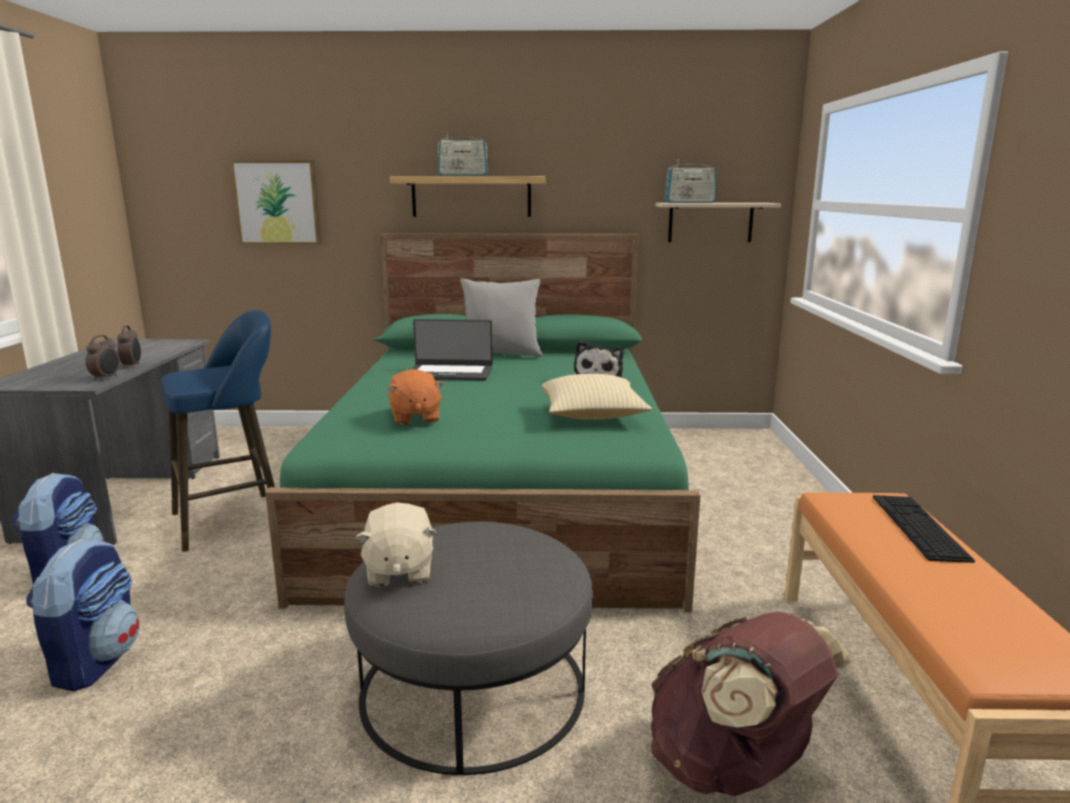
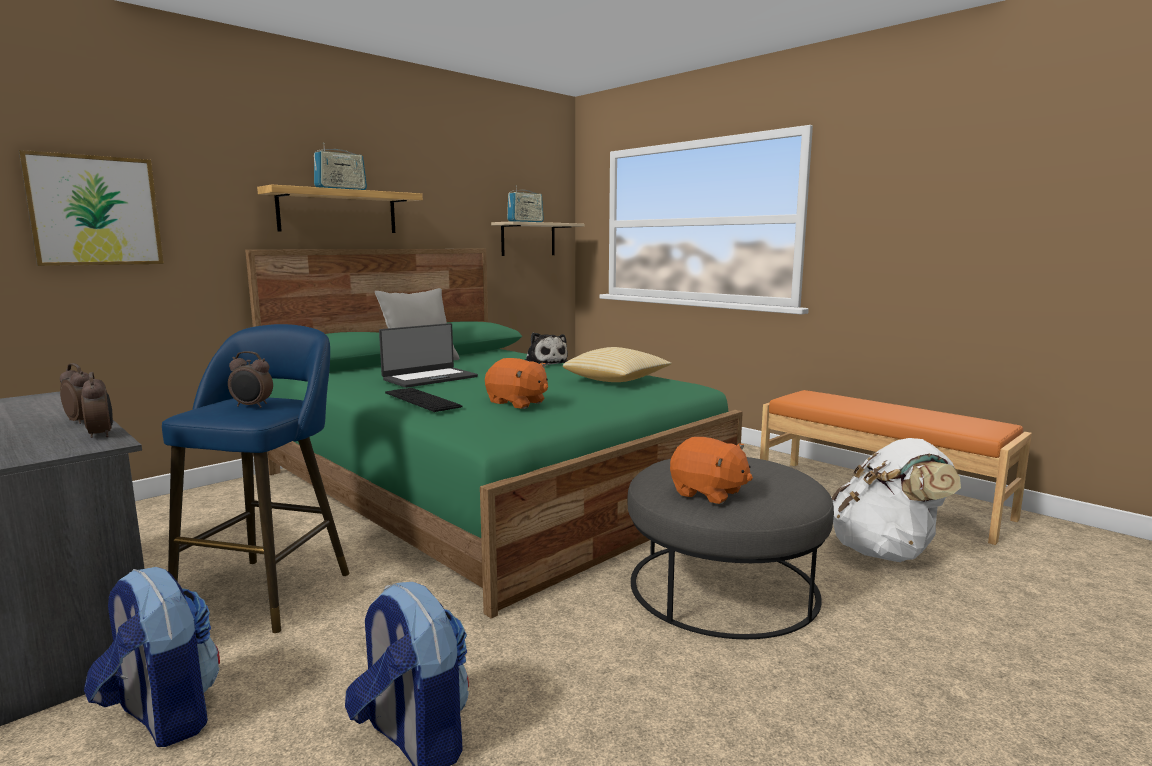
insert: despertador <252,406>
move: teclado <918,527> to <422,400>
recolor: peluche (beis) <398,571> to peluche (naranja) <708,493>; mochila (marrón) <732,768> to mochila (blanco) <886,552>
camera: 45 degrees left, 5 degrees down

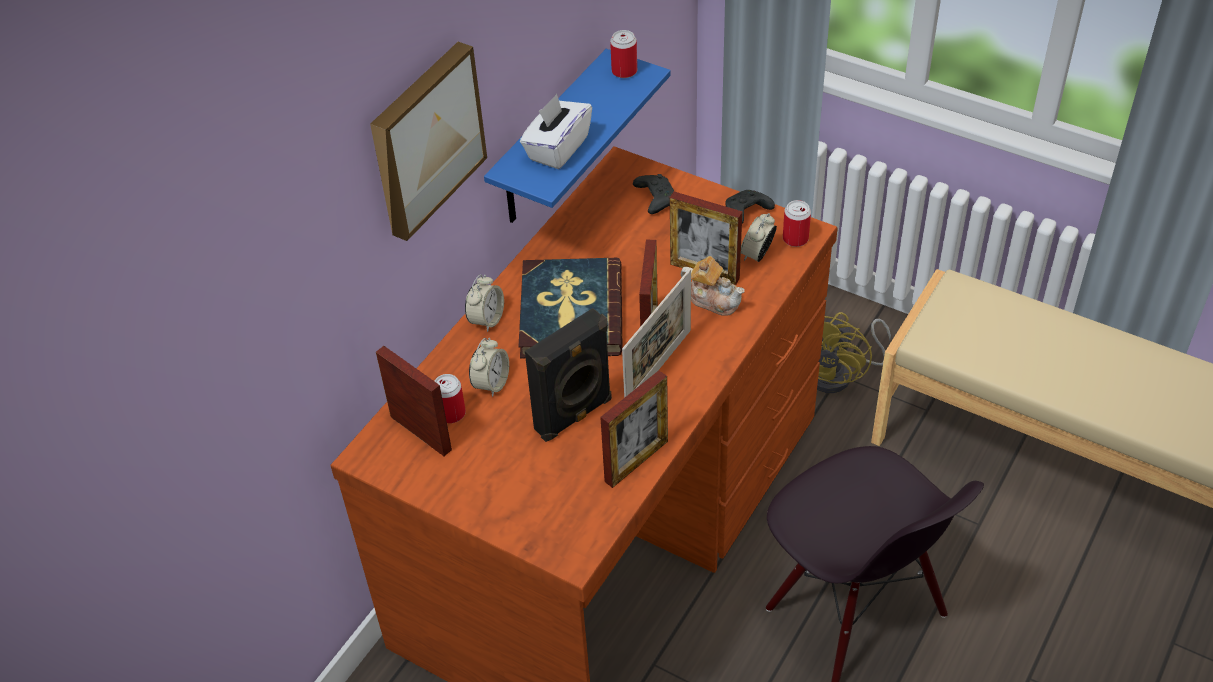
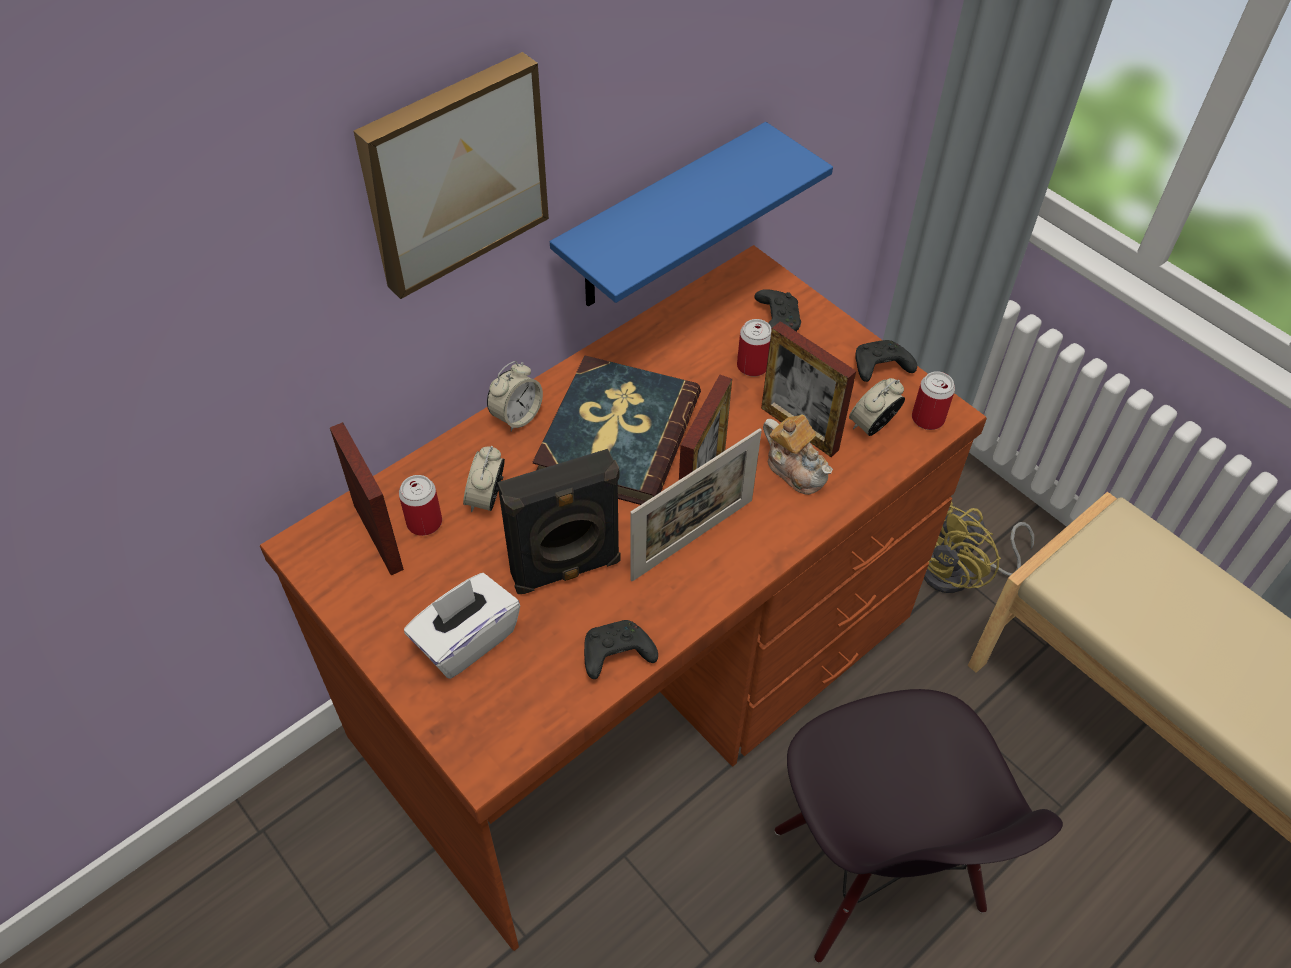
move: caja de pañuelos (blanco) <557,148> to <466,640>; lata <624,71> to <752,366>
replace: portarretratos <636,461> to mando de consola (negro) <615,655>
rotate: despertador <491,384> = <486,498> 150 degrees clockwise
camera: 15 degrees right, 5 degrees up

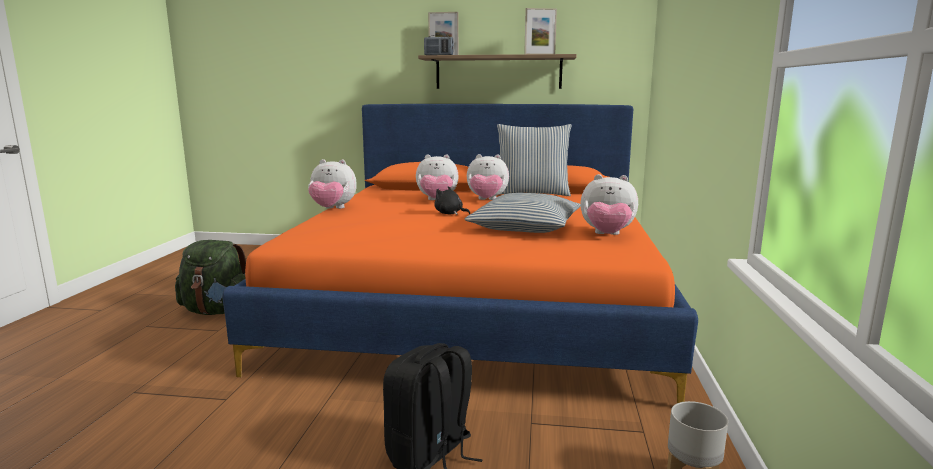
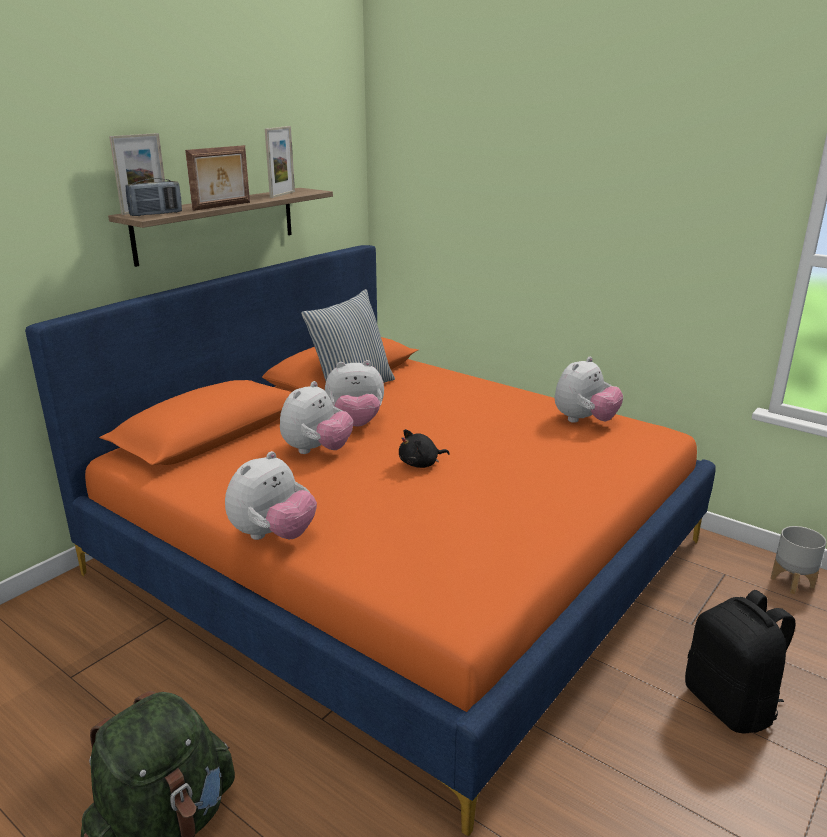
delete: cojín <525,227>
insert: portarretratos <222,206>
rotate: peluche <487,200> = <356,423> 45 degrees clockwise
camera: 60 degrees left, 10 degrees up

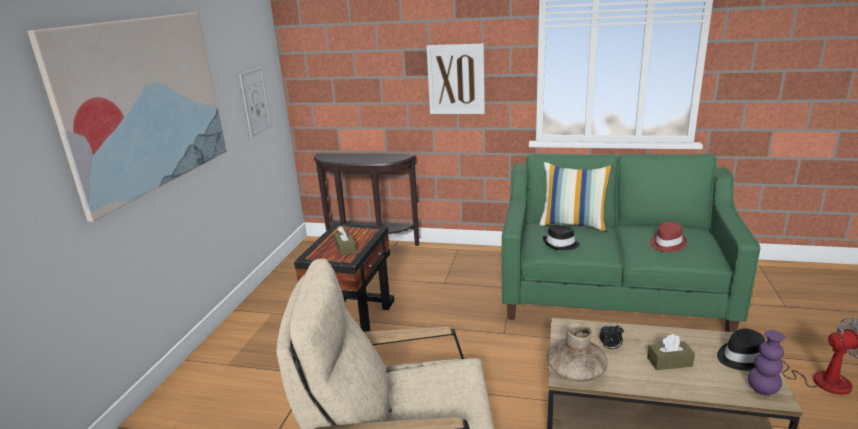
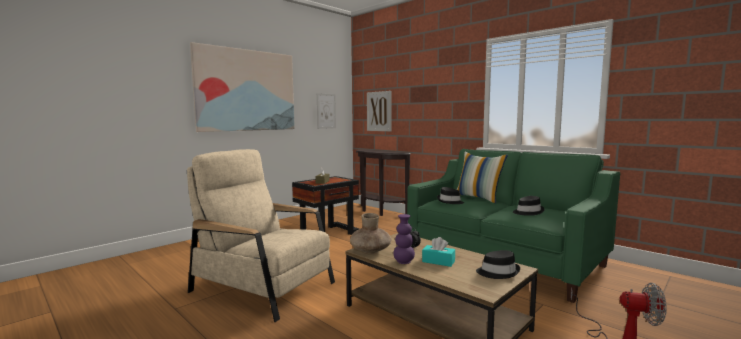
move: cuadro <456,79> to <379,111>; florero (morado) <762,390> to <404,262>
recolor: caja de pañuelos (marrón) <669,362> to caja de pañuelos (turquesa) <438,261>; sombrero (rojo) <667,244> to sombrero (negro) <527,212>
camera: 30 degrees right, 15 degrees down

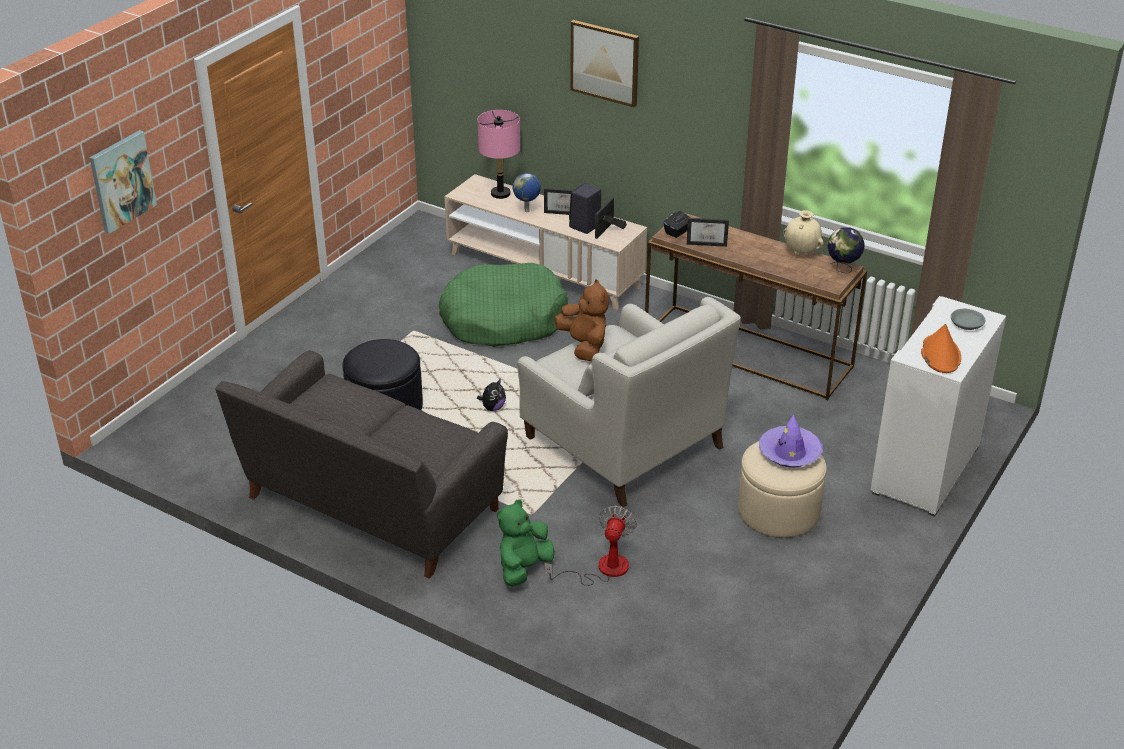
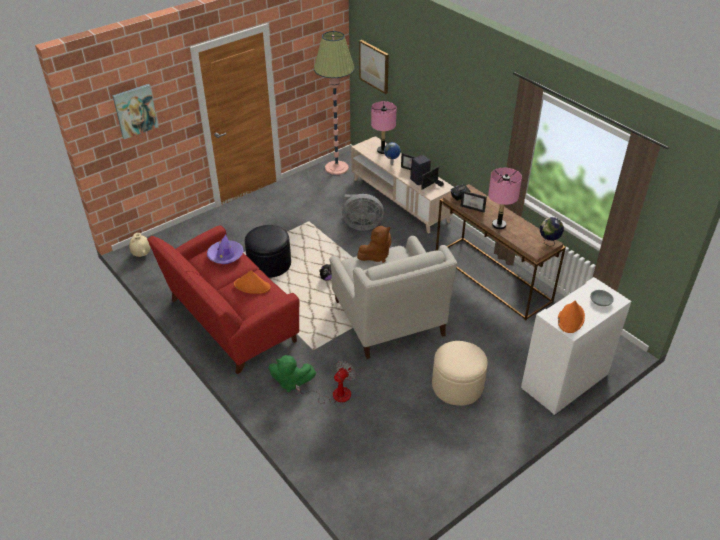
insert: sombrero (naranja) <252,286>; lámpara de pie <336,168>; lámpara de mesa (rosa) <498,225>
move: cuadro <605,62> to <374,66>; sombrero (morado) <790,453> to <225,255>; florero (beis) <801,252> to <142,255>
replace: cama para perro (verde) <503,319> to ventilador (gris) <361,225>
recolor: sofá (gris) <370,505> to sofá (rojo) <230,321>
rotate: peluche (verde) <523,568> = <291,382> 135 degrees counterclockwise; peluche (marrón) <584,346> = <376,256> 60 degrees clockwise
camera: 20 degrees right, 5 degrees up

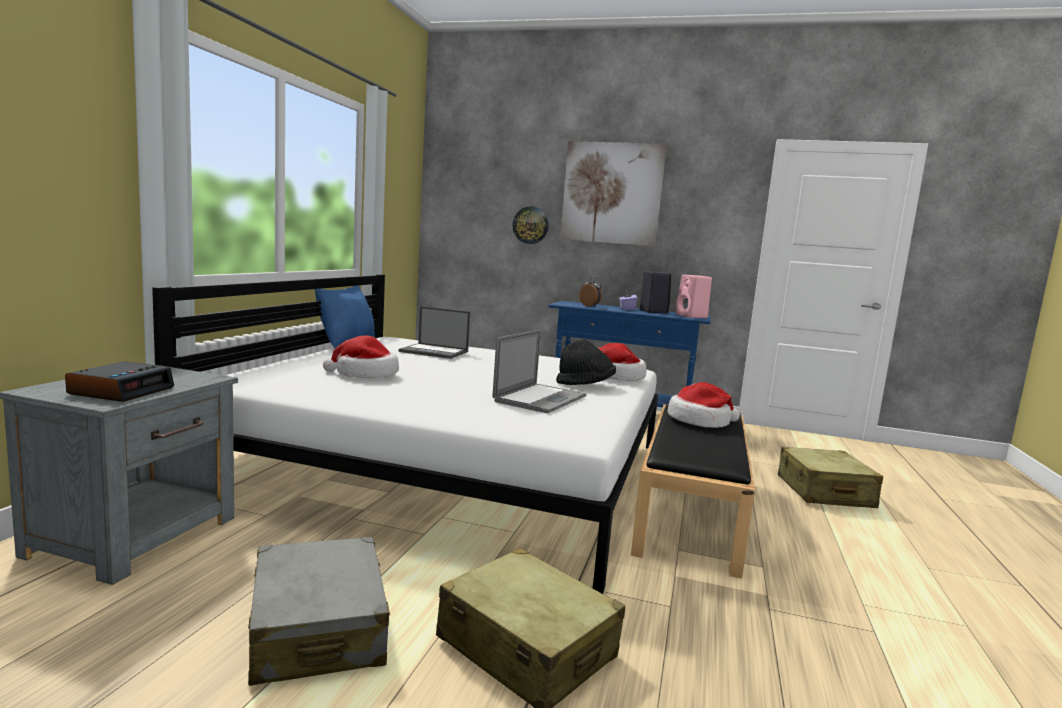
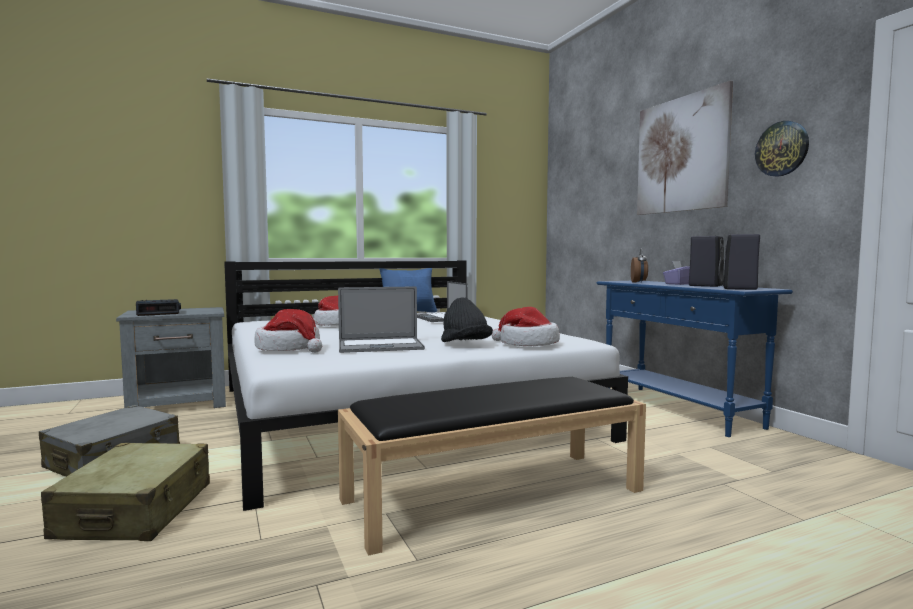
delete: maleta (beis) <824,492>
move: reloj de pared <530,225> to <782,149>; sombrero <700,421> to <290,348>
recolor: altavoz (rosa) <692,316> to altavoz (negro) <740,288>
camera: 50 degrees right, 5 degrees down

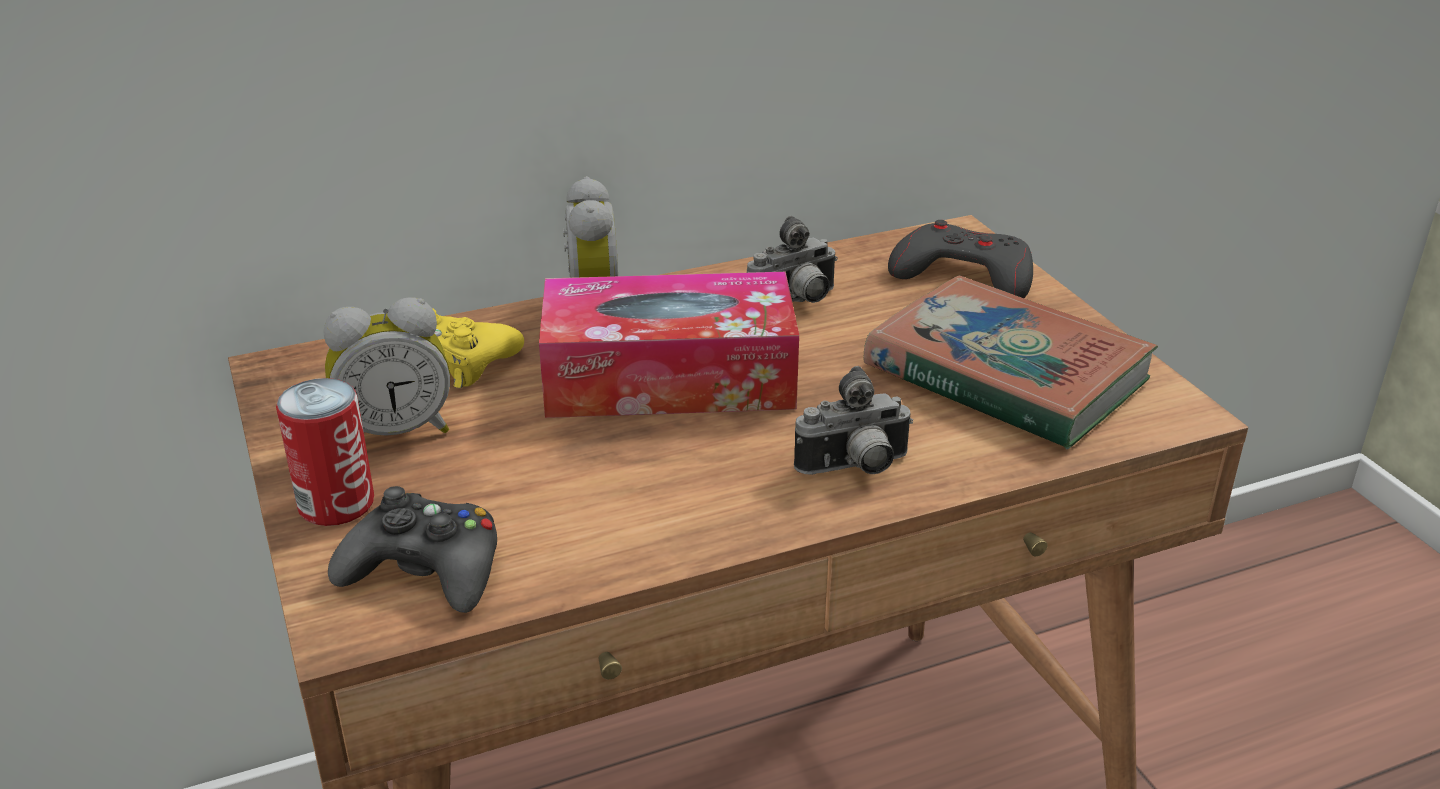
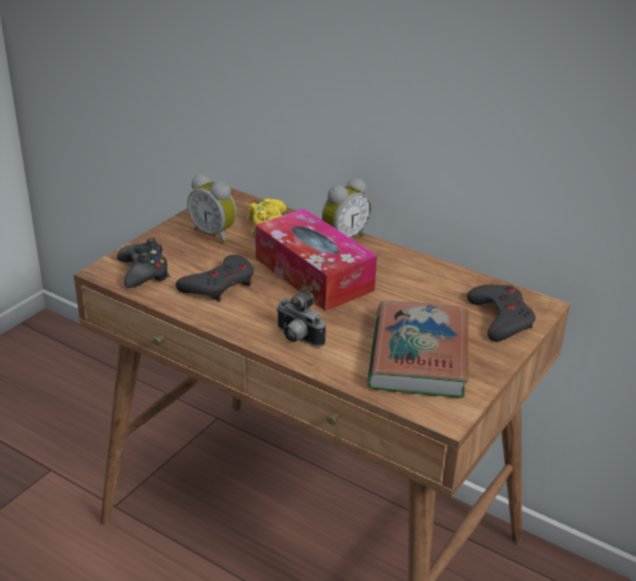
delete: lata <336,504>; cámara <796,303>
insert: mando de consola (gris) <219,285>
camera: 55 degrees right, 0 degrees up

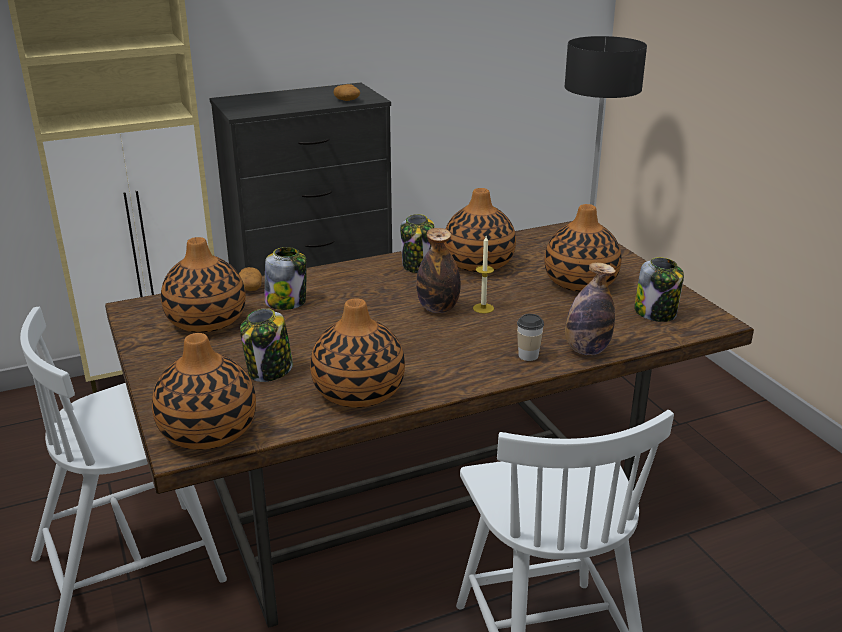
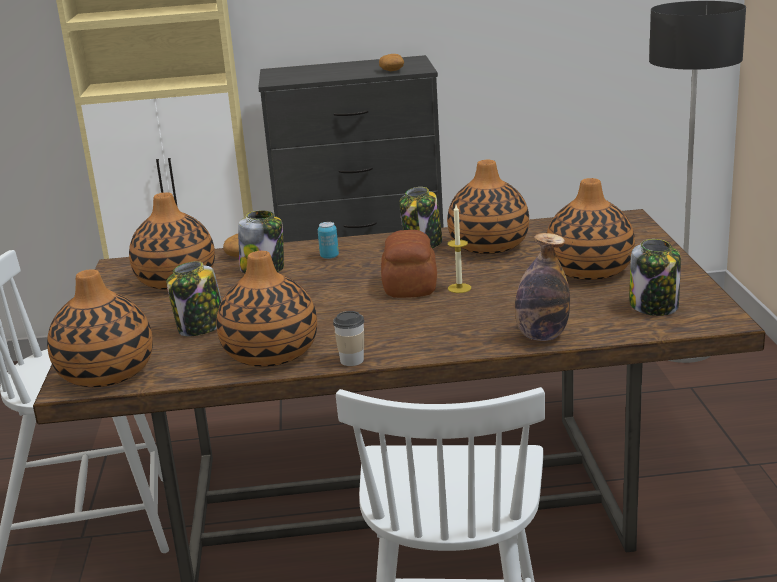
insert: lata <329,257>
move: taza <528,355> to <352,360>
replace: botella <438,308> to pan <411,285>
camera: 20 degrees right, 5 degrees down

